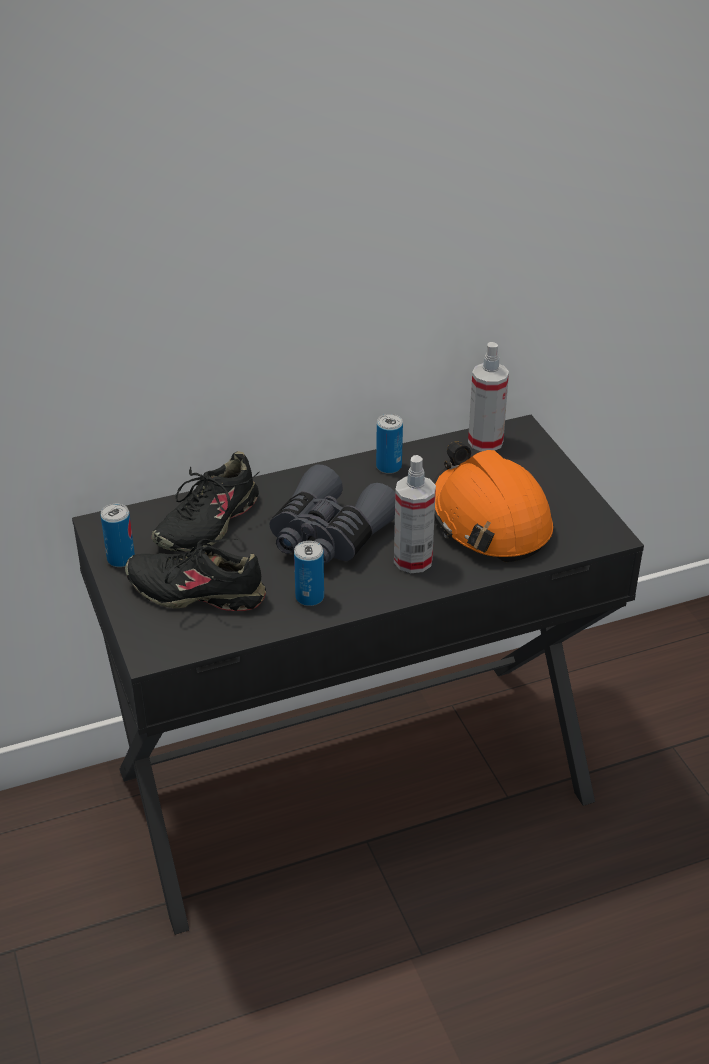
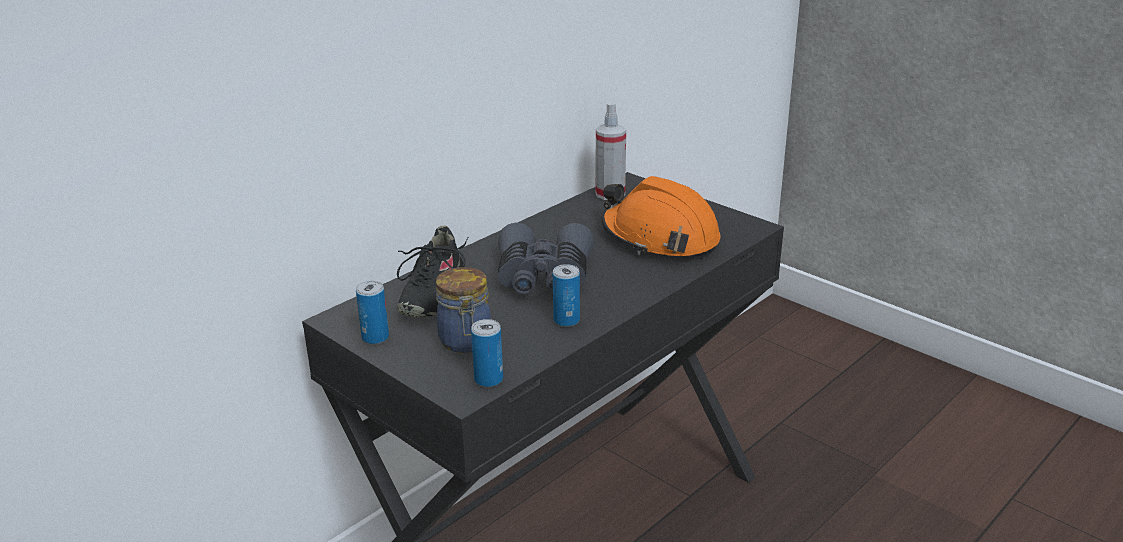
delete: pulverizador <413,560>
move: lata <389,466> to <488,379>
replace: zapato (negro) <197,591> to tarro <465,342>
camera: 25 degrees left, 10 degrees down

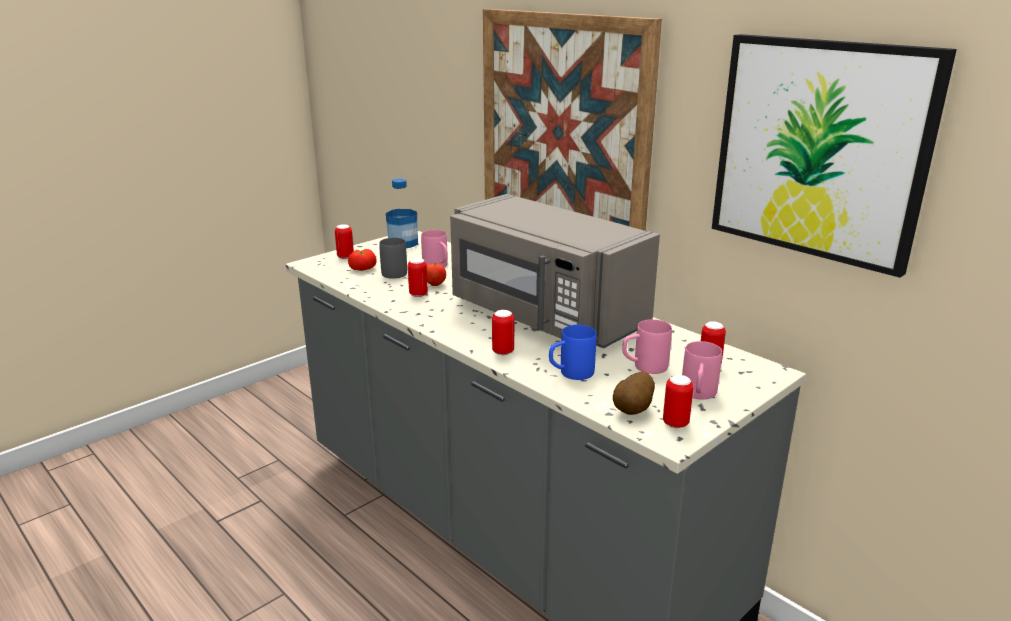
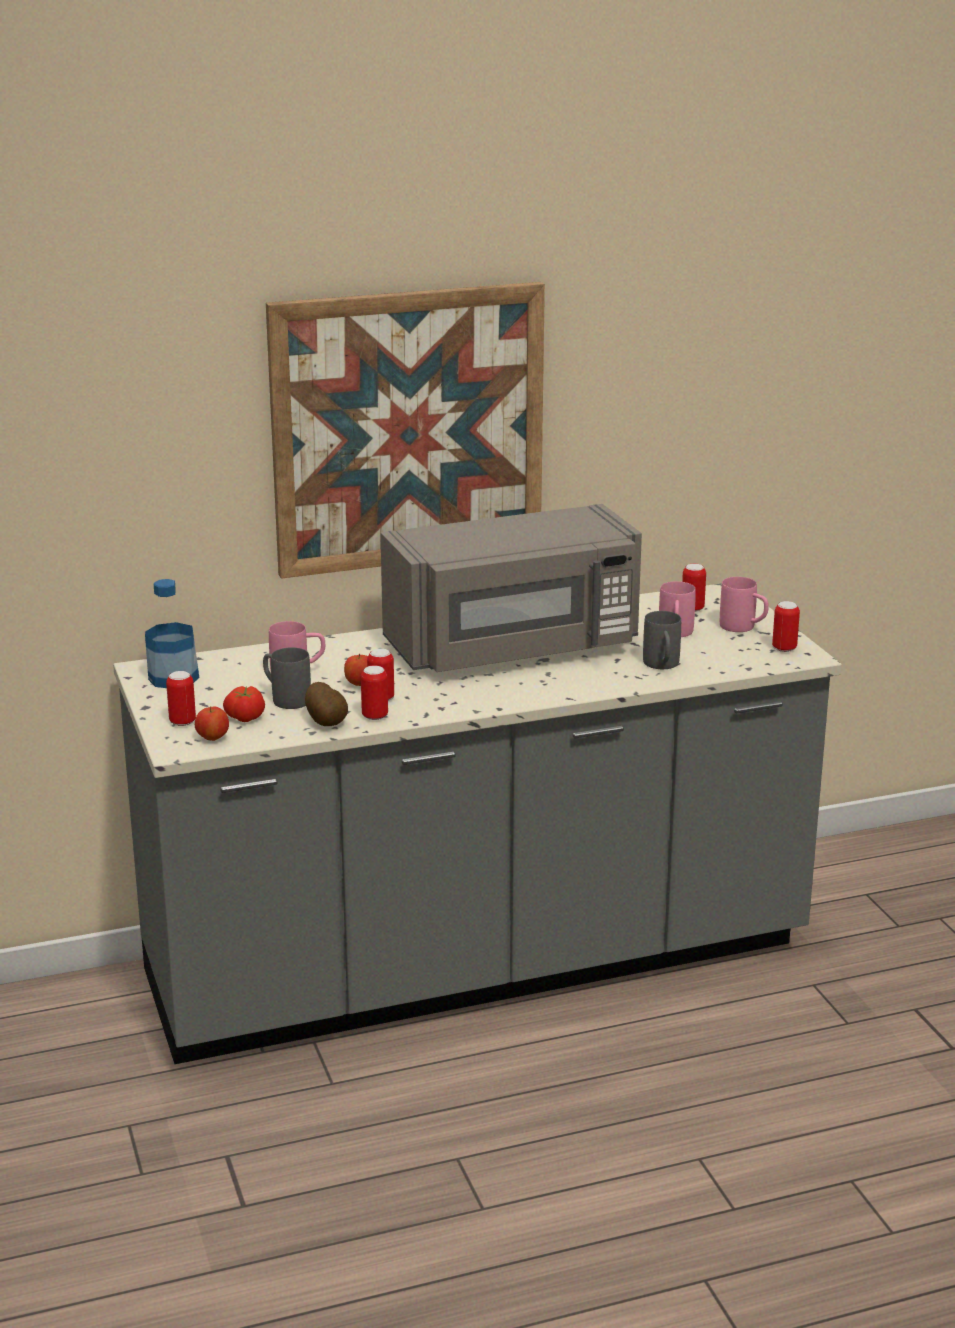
delete: cuadro <820,150>
insert: manzana <212,738>
move: lata <503,351> to <375,716>; patata <634,410> to <327,722>
recolor: taza grande (azul) <570,374> to taza grande (gris) <662,666>
camera: 65 degrees left, 0 degrees up

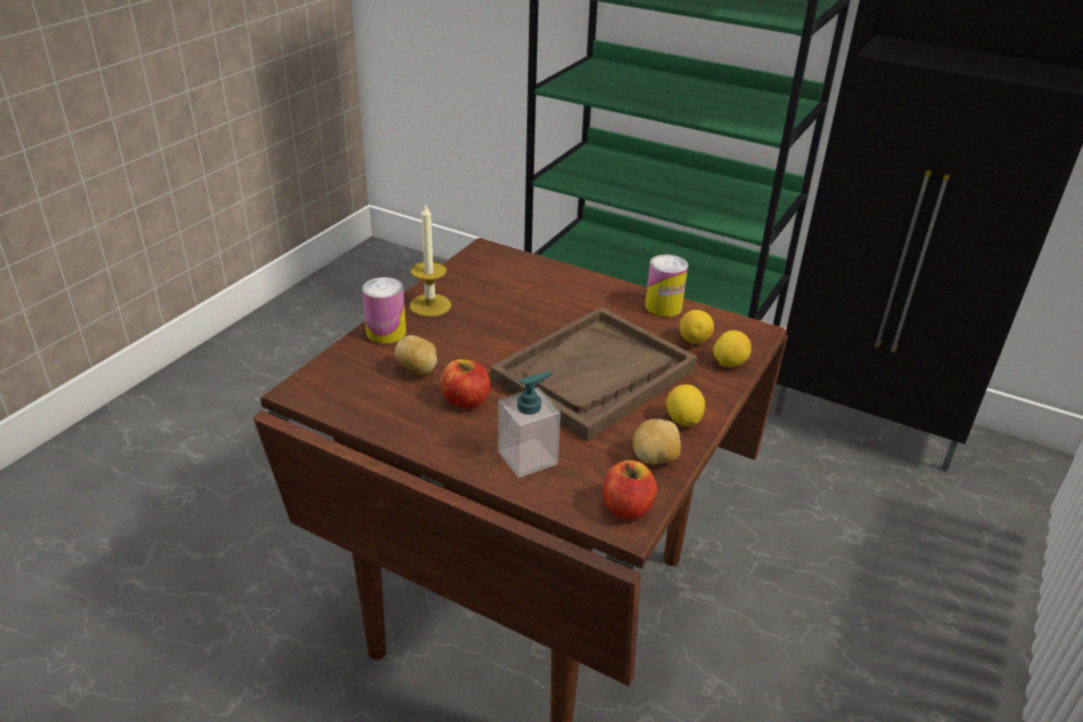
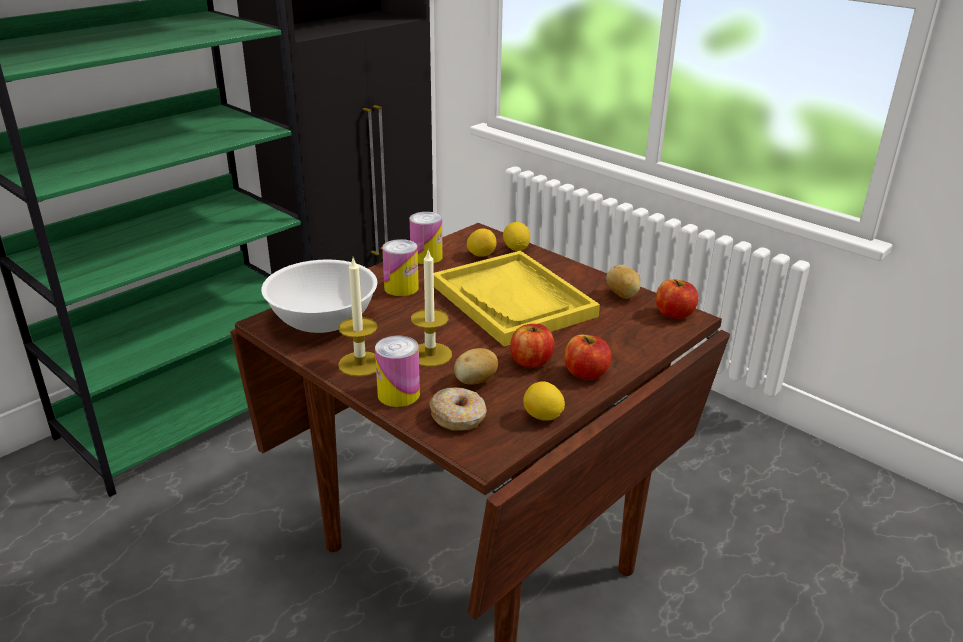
delete: dispensador de jabón <528,458>
insert: cuenco (blanco) <322,320>; lata <401,288>; vela <430,355>; rosquilla <458,417>; manzana <586,373>
move: limón <683,420> to <543,417>
recolor: bandeja (marrón) <594,375> to bandeja (amarillo) <513,300>
camera: 75 degrees left, 5 degrees down

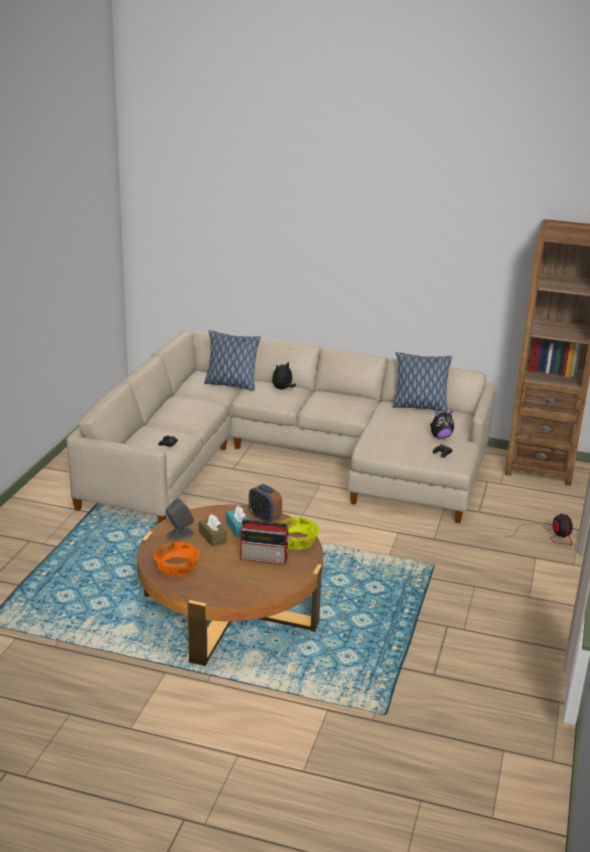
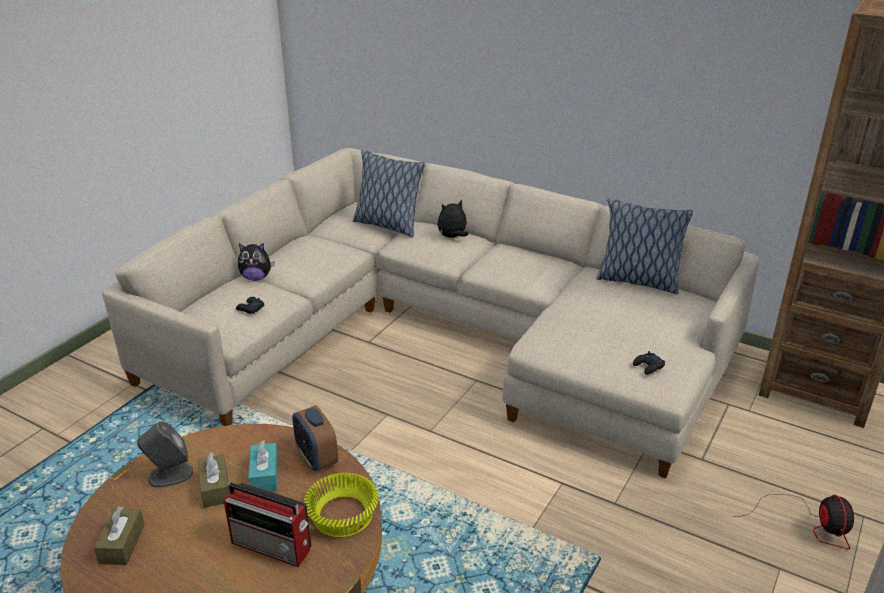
move: peluche <440,437> to <256,278>
replace: cuenco (naranja) <176,566> to caja de pañuelos (marrón) <122,544>
camera: 15 degrees right, 5 degrees up

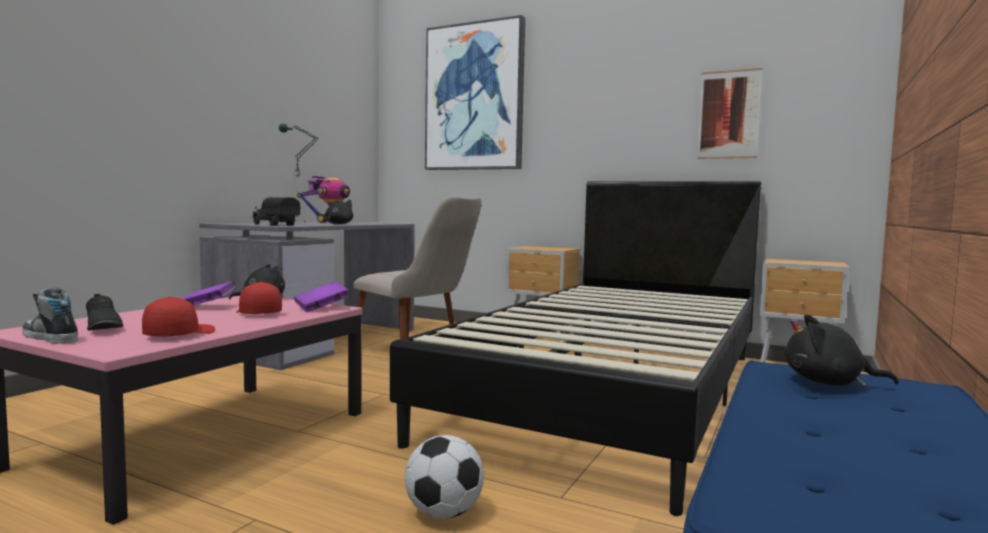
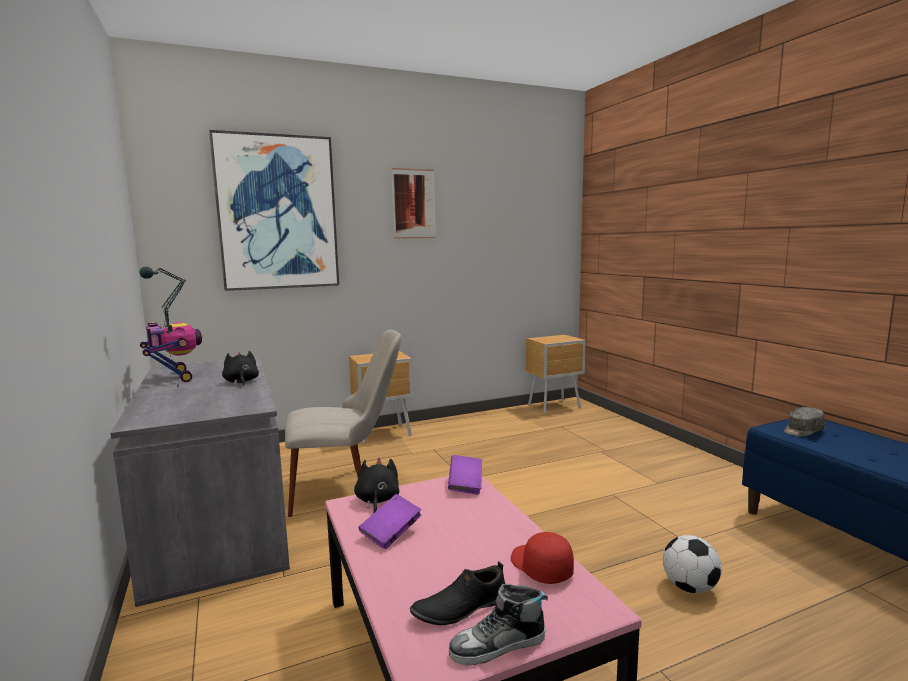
delete: gorra (rojo) <257,313>; camión de juguete <274,225>; cama (negro) <615,391>
move: cuadro <729,114> to <413,204>
replace: peluche (negro) <829,383> to gorra (gris) <802,431>
rotate: zapato (negro) <102,327> = <460,607> 150 degrees clockwise
camera: 50 degrees left, 5 degrees up

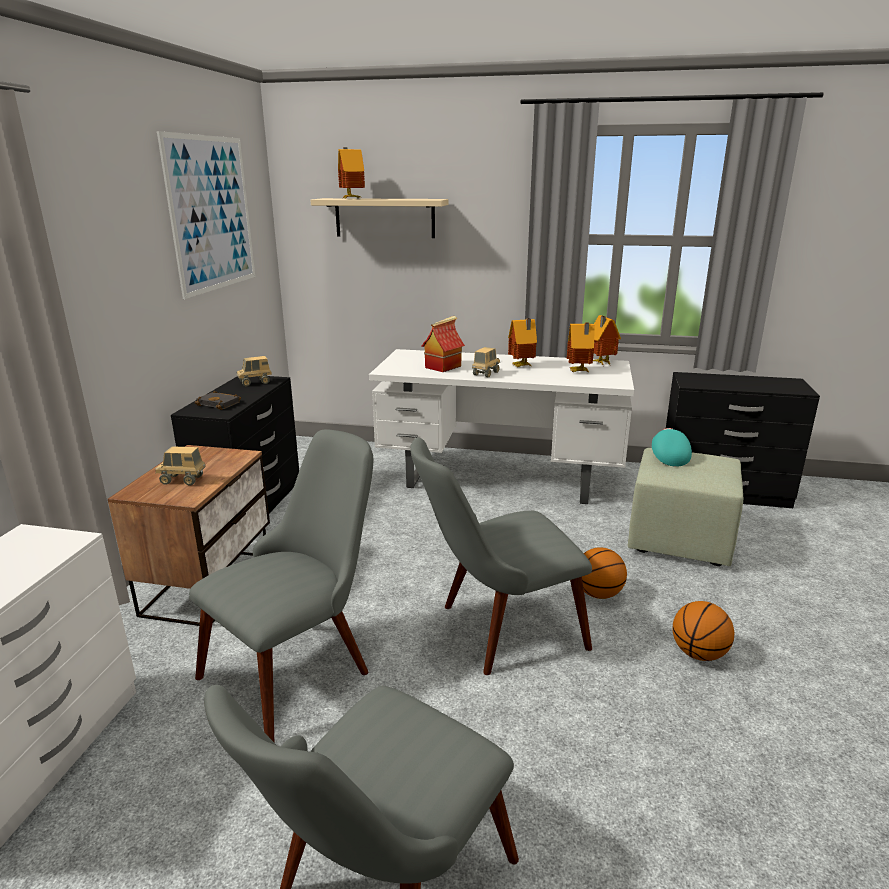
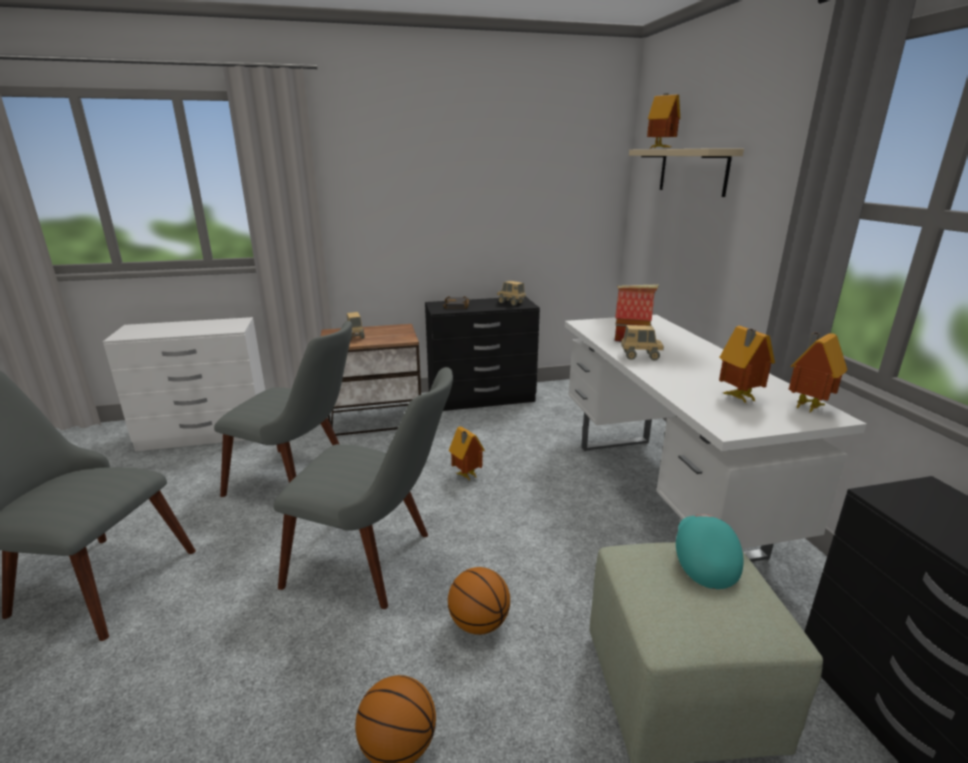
delete: cuadro <212,214>
move: casita <522,366> to <466,476>
rotate: silla (gris) <496,630> = <377,561> 150 degrees clockwise; gorra (turquesa) <668,457> = <703,560> 60 degrees counterclockwise
camera: 65 degrees right, 0 degrees up

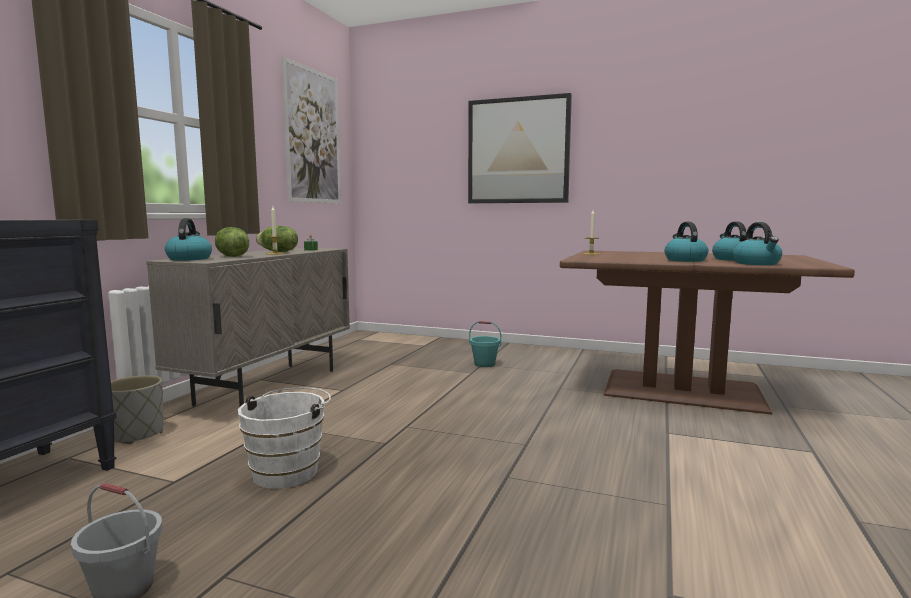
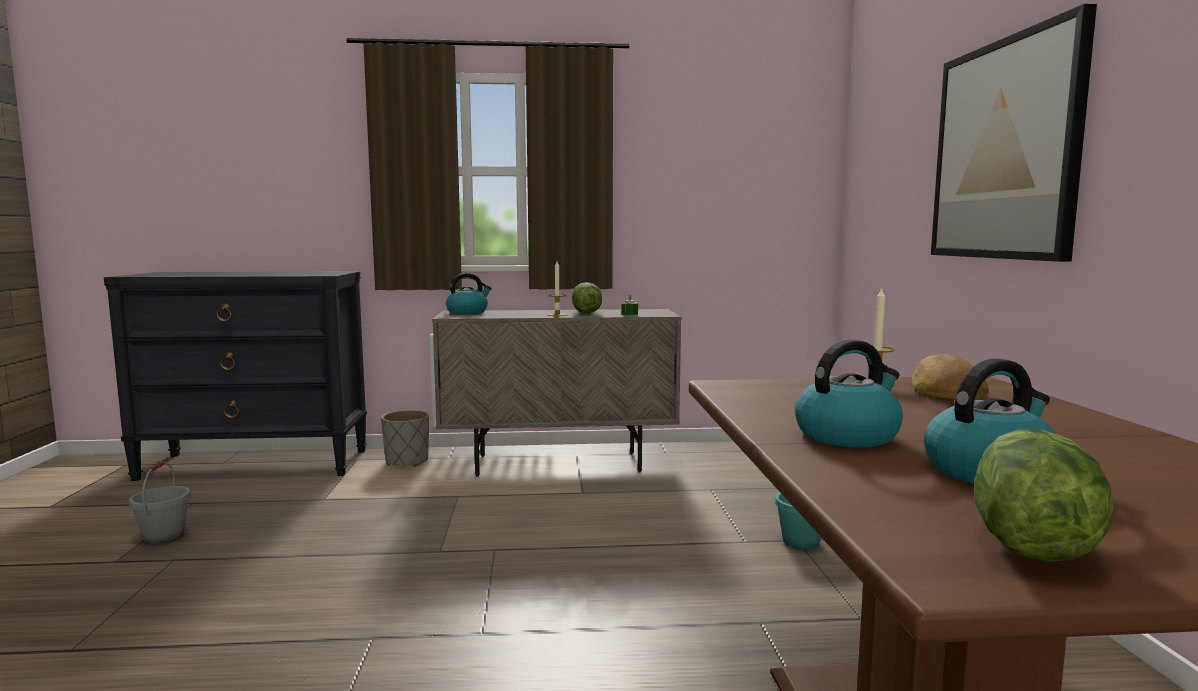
delete: cubo (blanco) <289,471>; cuadro <313,136>; hervidor <757,263>
insert: pan <945,390>
move: lechuga <231,256> to <1028,543>
camera: 65 degrees right, 0 degrees up

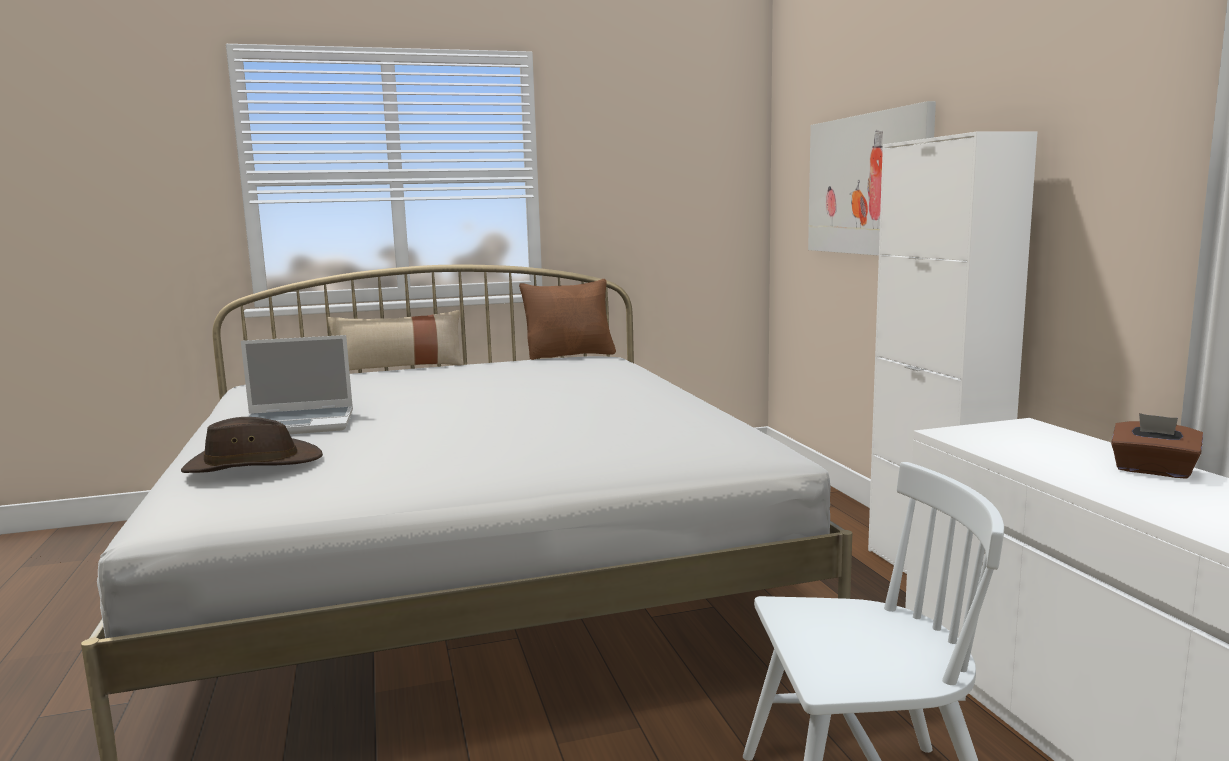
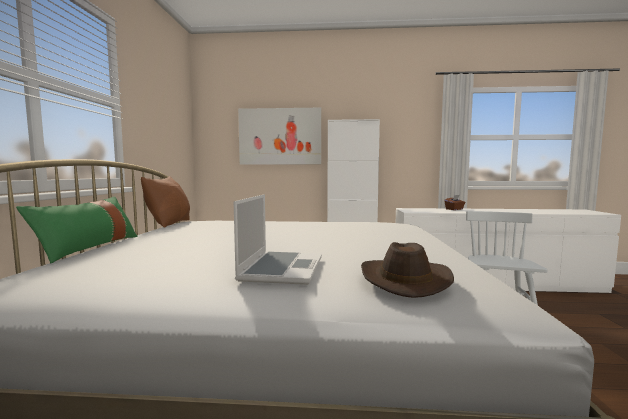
recolor: cojín (beis) <398,367> to cojín (verde) <90,247>
camera: 70 degrees left, 5 degrees down

